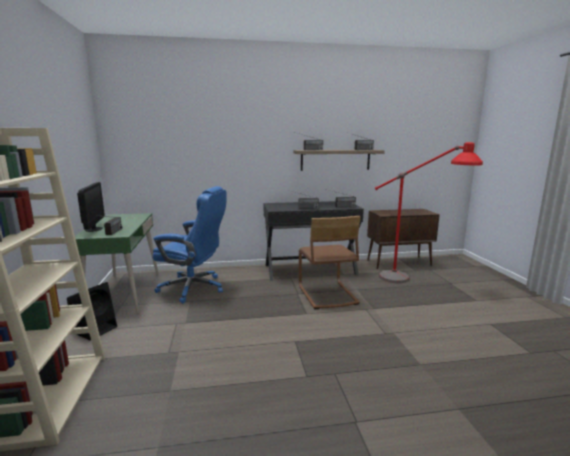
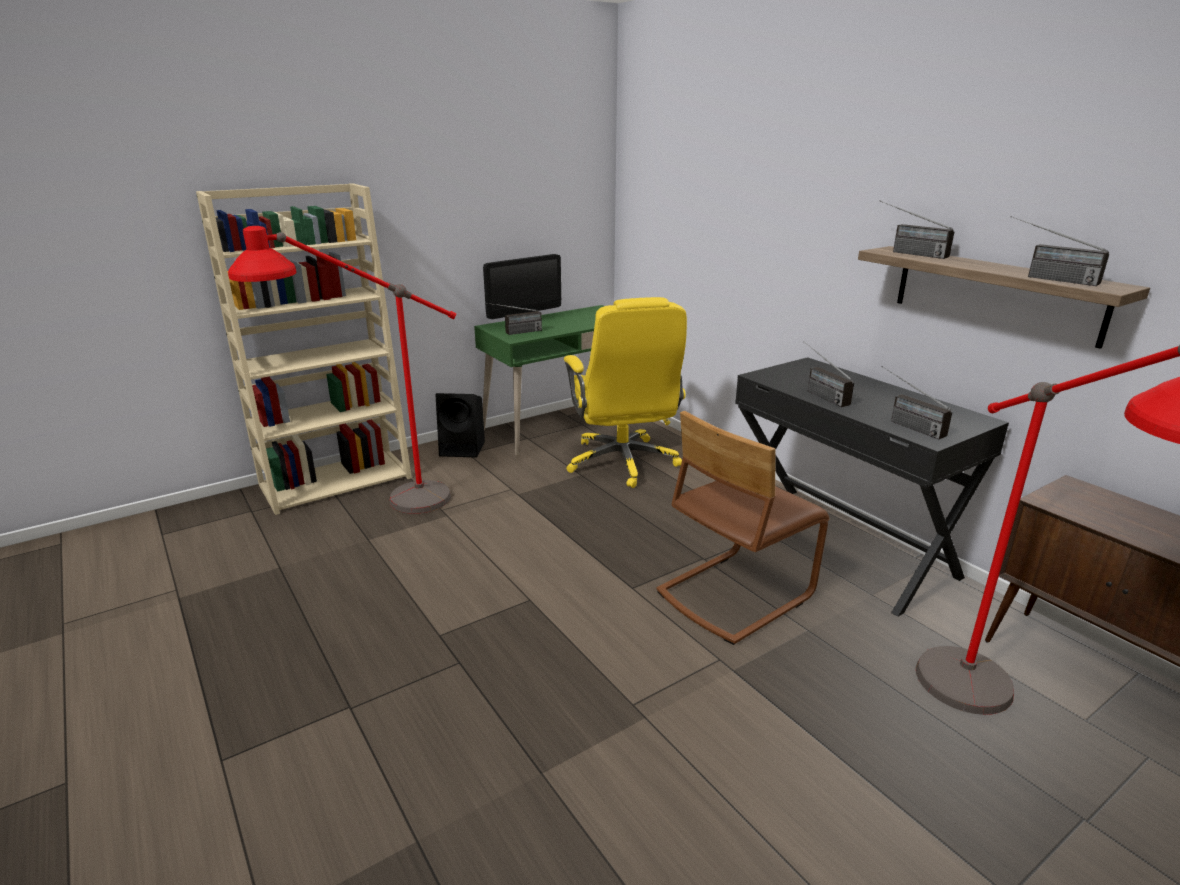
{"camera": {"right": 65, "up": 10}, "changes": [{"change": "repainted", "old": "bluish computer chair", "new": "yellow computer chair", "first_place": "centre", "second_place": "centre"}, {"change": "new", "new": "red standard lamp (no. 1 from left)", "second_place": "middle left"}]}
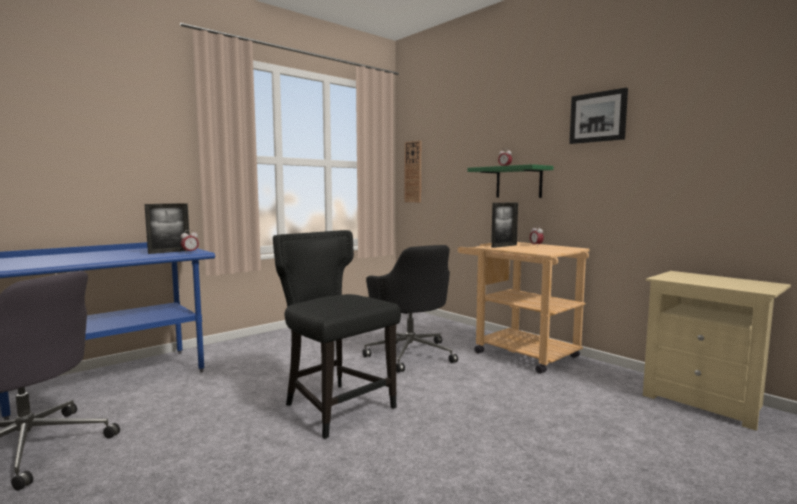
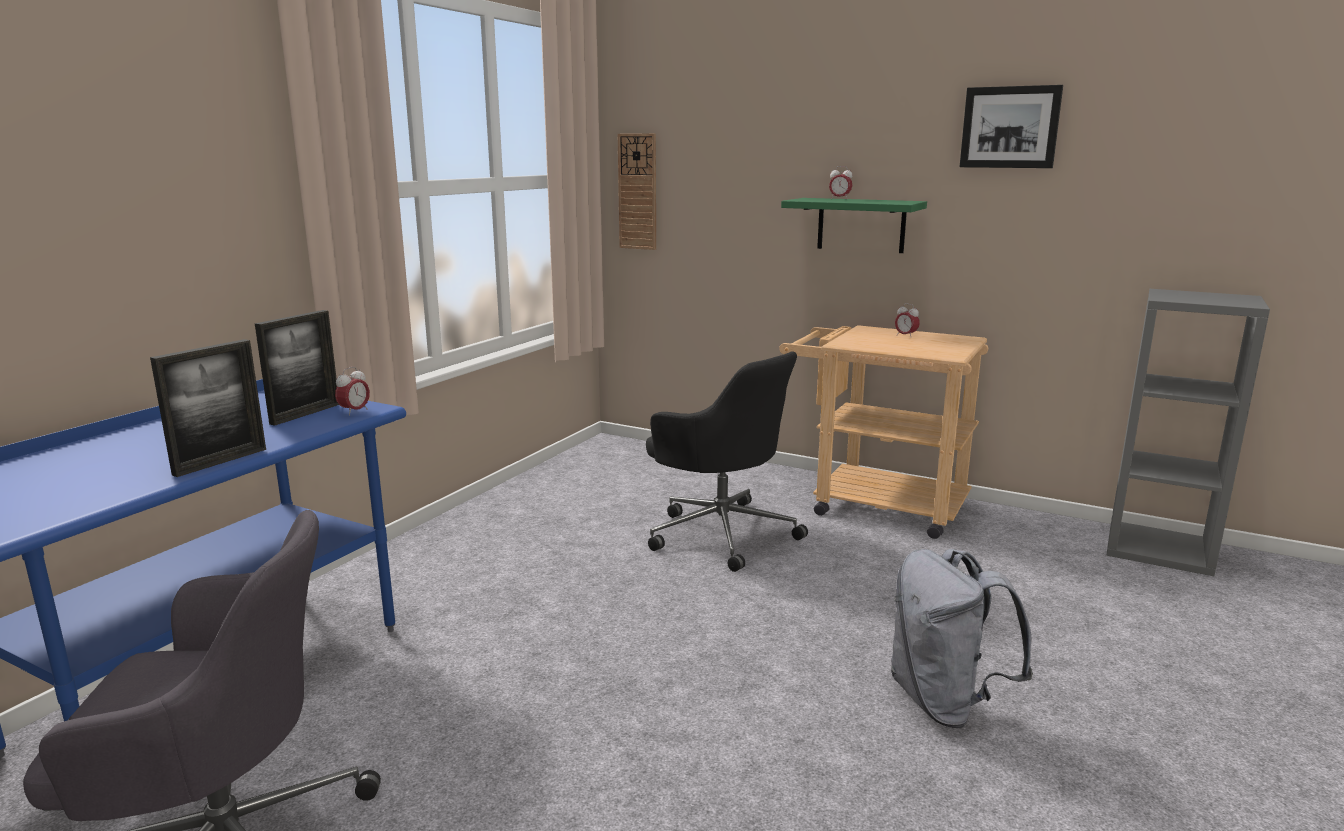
{"camera": {"right": -20, "up": 10}, "changes": [{"change": "gone", "old": "black-coloured chair", "first_place": "centre"}, {"change": "shifted", "old": "photo frame (no. 2 from left in the first image)", "new": "photo frame (no. 1 from left)", "first_place": "centre", "second_place": "middle left"}, {"change": "swapped", "old": "beige nightstand", "new": "greyish shelving unit", "first_place": "bottom right", "second_place": "middle right"}, {"change": "new", "new": "greyish backpack", "second_place": "bottom right"}]}
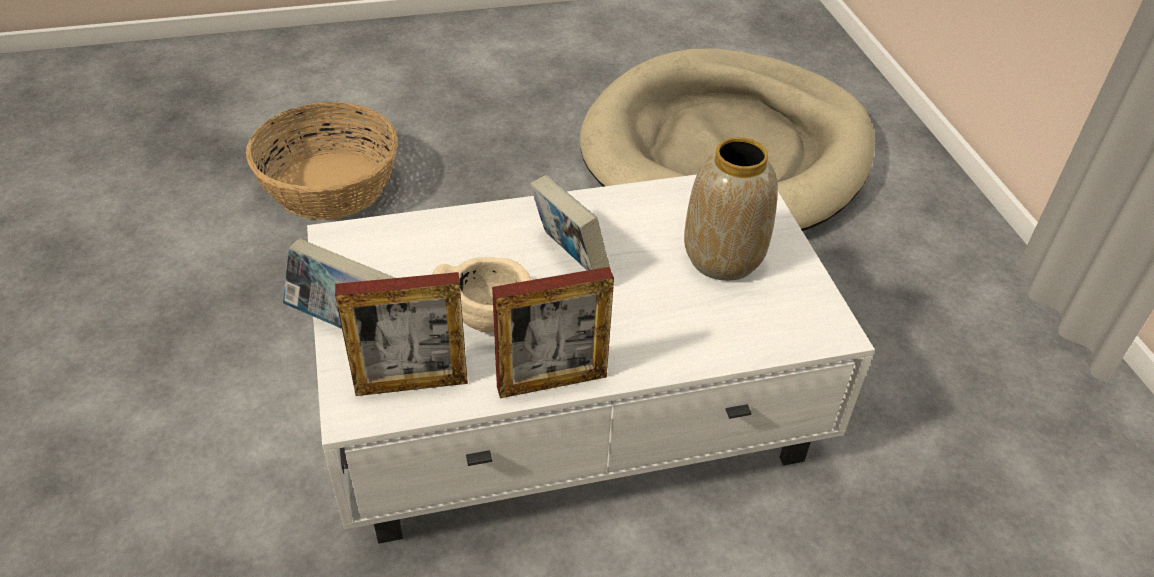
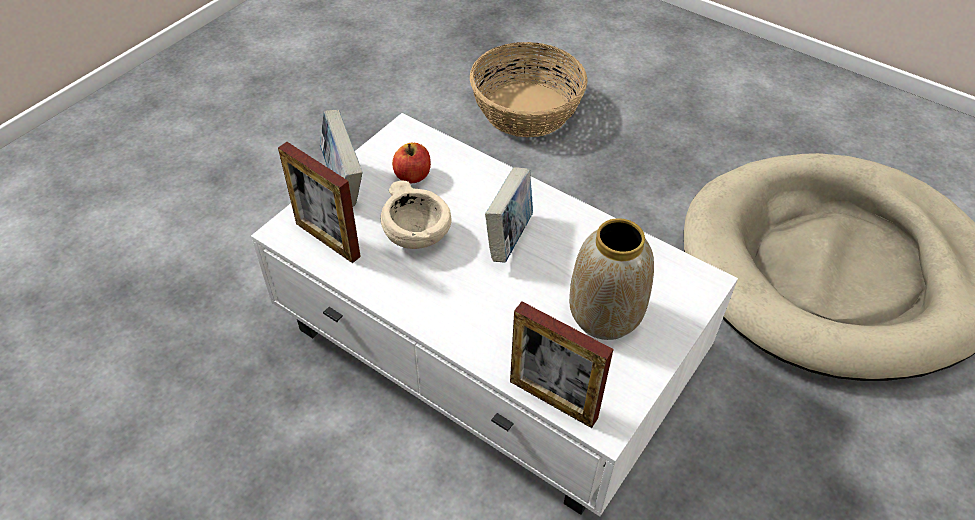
{"camera": {"right": 50, "up": 5}, "changes": [{"change": "shifted", "old": "photo frame (no. 2 from left)", "first_place": "centre", "second_place": "bottom centre"}, {"change": "new", "new": "apple fruit", "second_place": "top centre"}]}
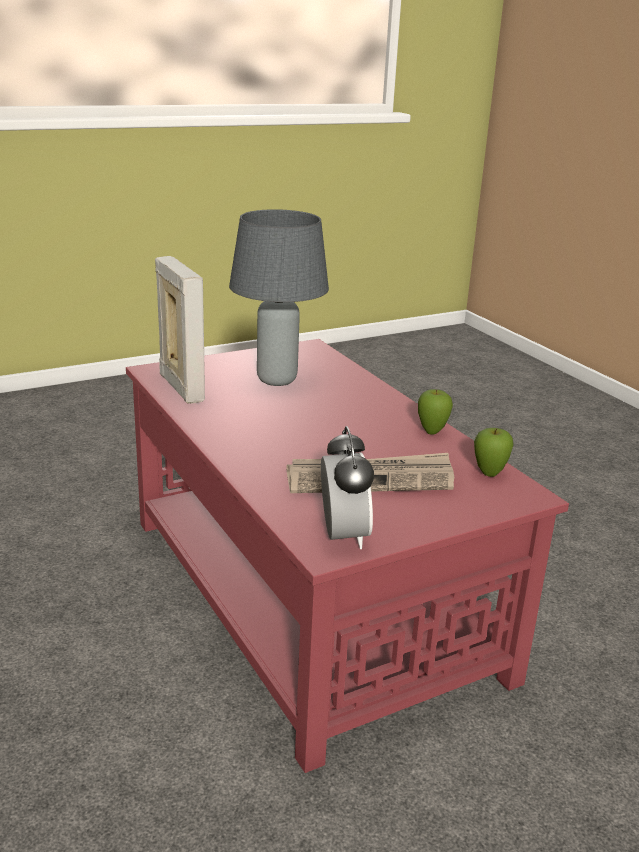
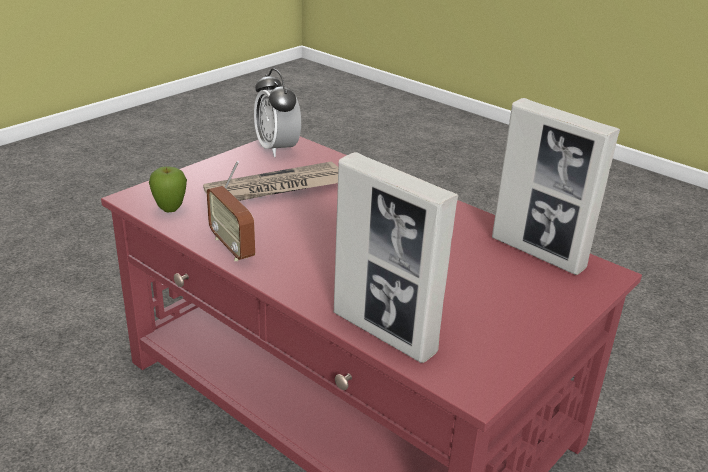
{"camera": {"right": 160, "up": 5}, "changes": [{"change": "gone", "old": "greyish tabletop lamp", "first_place": "centre"}, {"change": "swapped", "old": "apple fruit (no. 1 from left)", "new": "radio set", "first_place": "middle right", "second_place": "middle left"}, {"change": "new", "new": "photo frame (no. 1 from left)", "second_place": "centre"}]}
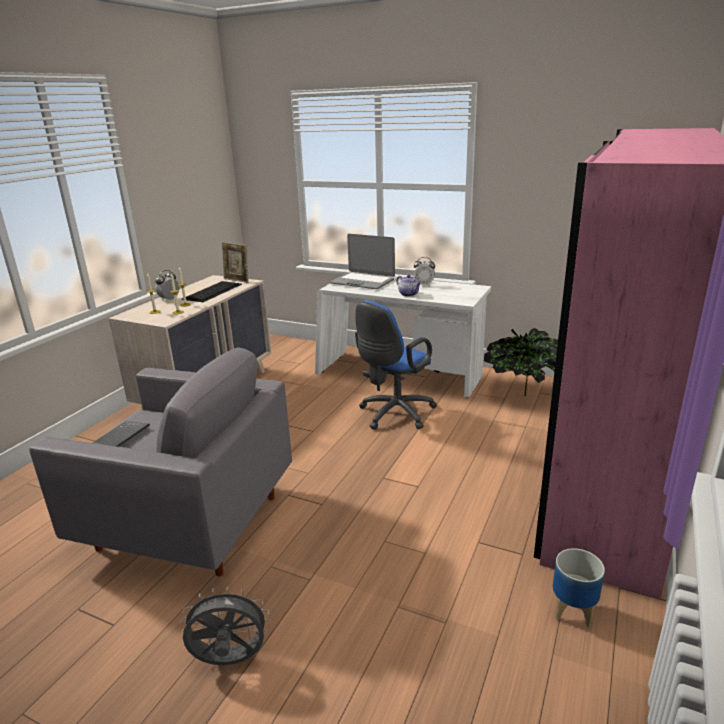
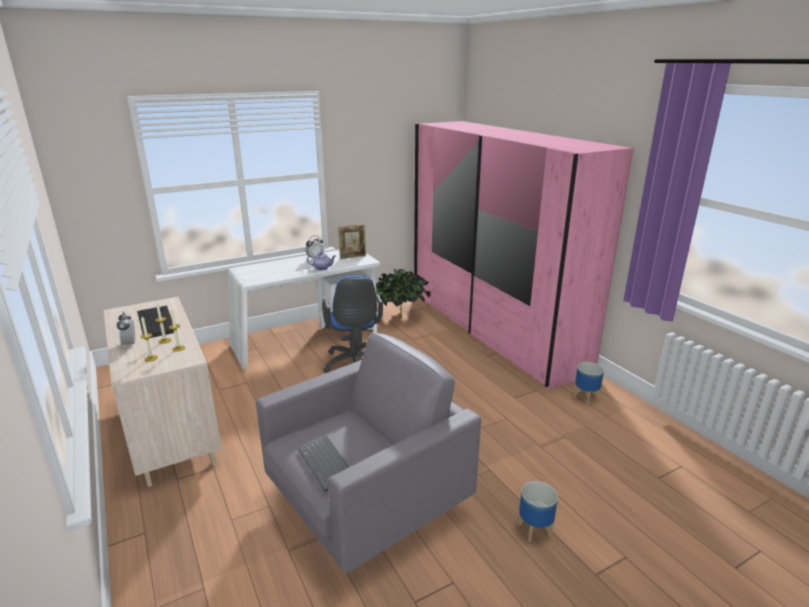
{"camera": {"right": -55, "up": 0}, "changes": [{"change": "swapped", "old": "greyish cooling fan", "new": "planter (no. 1 from left)", "first_place": "bottom left", "second_place": "bottom centre"}, {"change": "shifted", "old": "photo frame", "first_place": "middle left", "second_place": "centre"}, {"change": "gone", "old": "notebook computer", "first_place": "centre"}]}
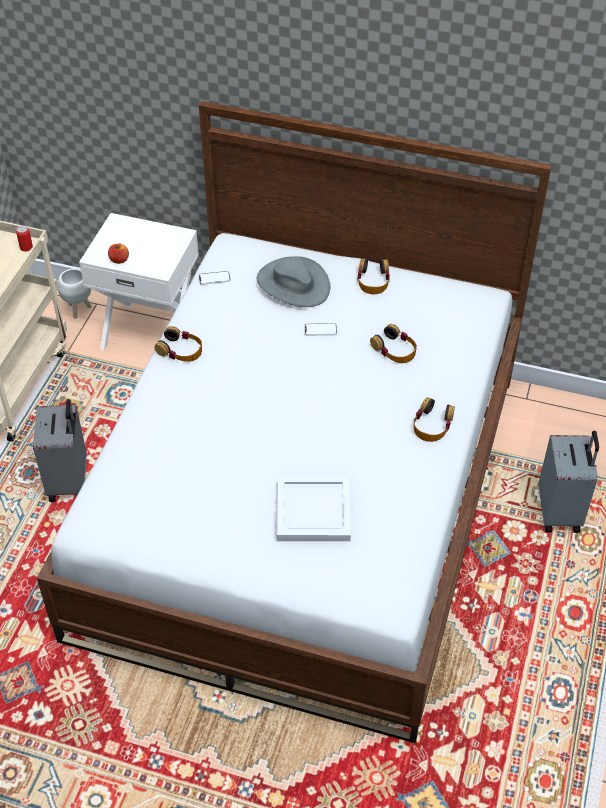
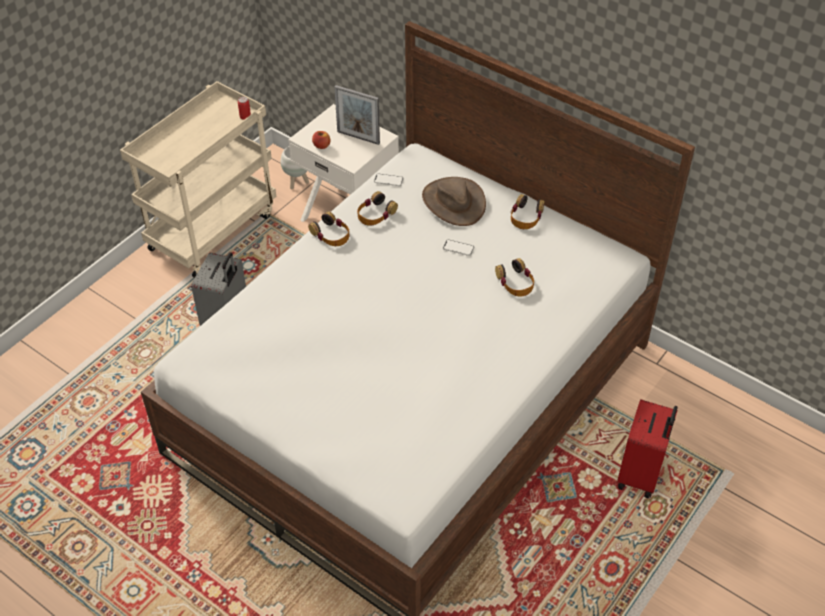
{"camera": {"right": 20, "up": 0}, "changes": [{"change": "repainted", "old": "greyish hat", "new": "brownish hat", "first_place": "centre", "second_place": "top centre"}, {"change": "gone", "old": "white-coloured tray", "first_place": "centre"}, {"change": "shifted", "old": "headset (no. 4 from left in the first image)", "new": "headset (no. 2 from left)", "first_place": "middle right", "second_place": "centre"}, {"change": "repainted", "old": "greyish suitcase (no. 2 from left)", "new": "red suitcase", "first_place": "middle right", "second_place": "bottom right"}, {"change": "new", "new": "photo frame", "second_place": "top centre"}]}
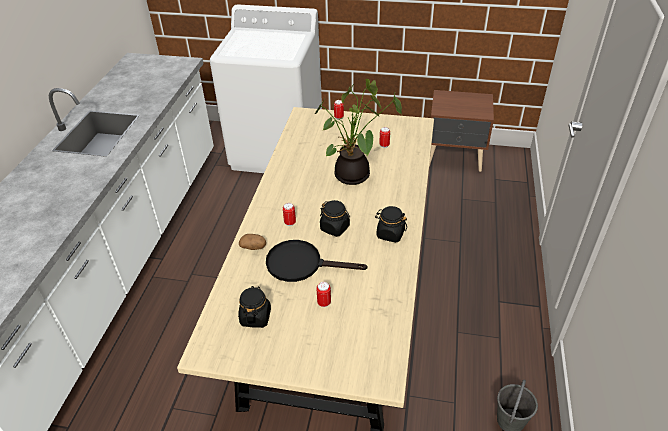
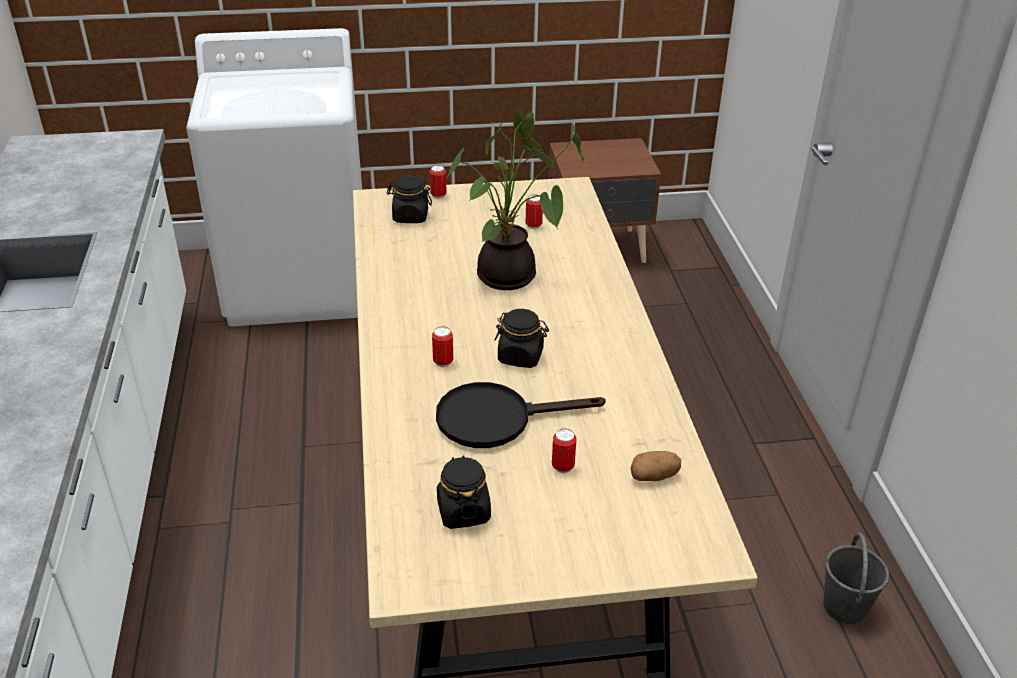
{"camera": {"right": -20, "up": -5}, "changes": [{"change": "shifted", "old": "whole potato", "first_place": "centre", "second_place": "bottom centre"}, {"change": "shifted", "old": "black-coloured jar (no. 3 from left in the first image)", "new": "black-coloured jar (no. 1 from left)", "first_place": "centre", "second_place": "top centre"}]}
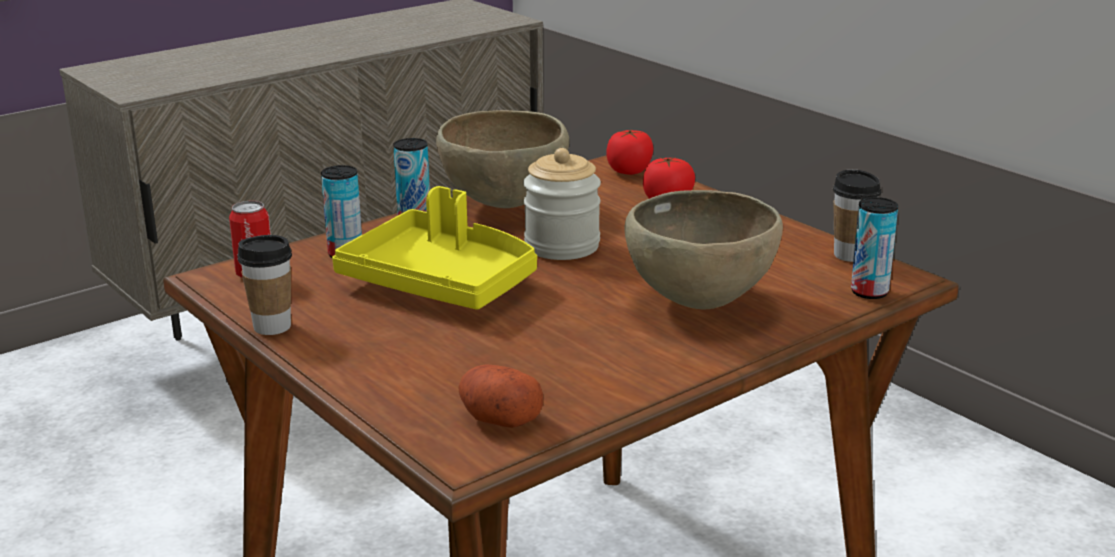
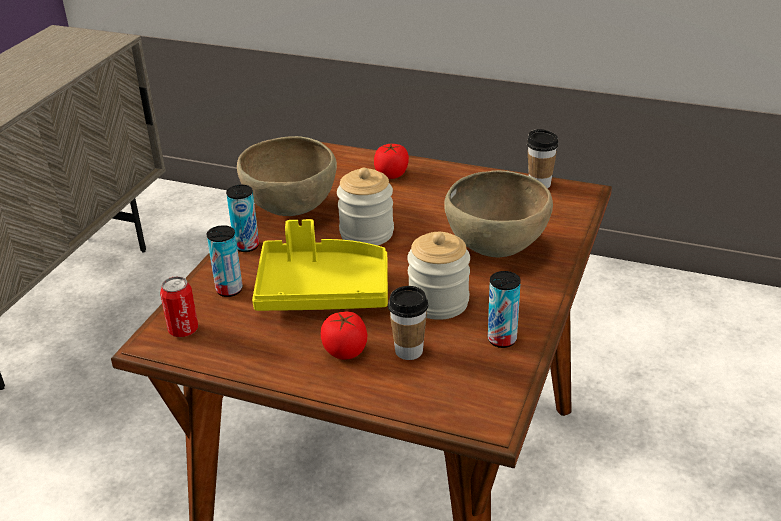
{"camera": {"right": -30, "up": 10}, "changes": [{"change": "shifted", "old": "cup (no. 1 from left)", "first_place": "middle left", "second_place": "centre"}, {"change": "gone", "old": "whole potato", "first_place": "bottom centre"}, {"change": "shifted", "old": "tomato (no. 1 from left)", "first_place": "top centre", "second_place": "centre"}, {"change": "shifted", "old": "sealed can (no. 4 from left)", "first_place": "middle right", "second_place": "centre"}, {"change": "new", "new": "jar (no. 2 from left)", "second_place": "centre"}]}
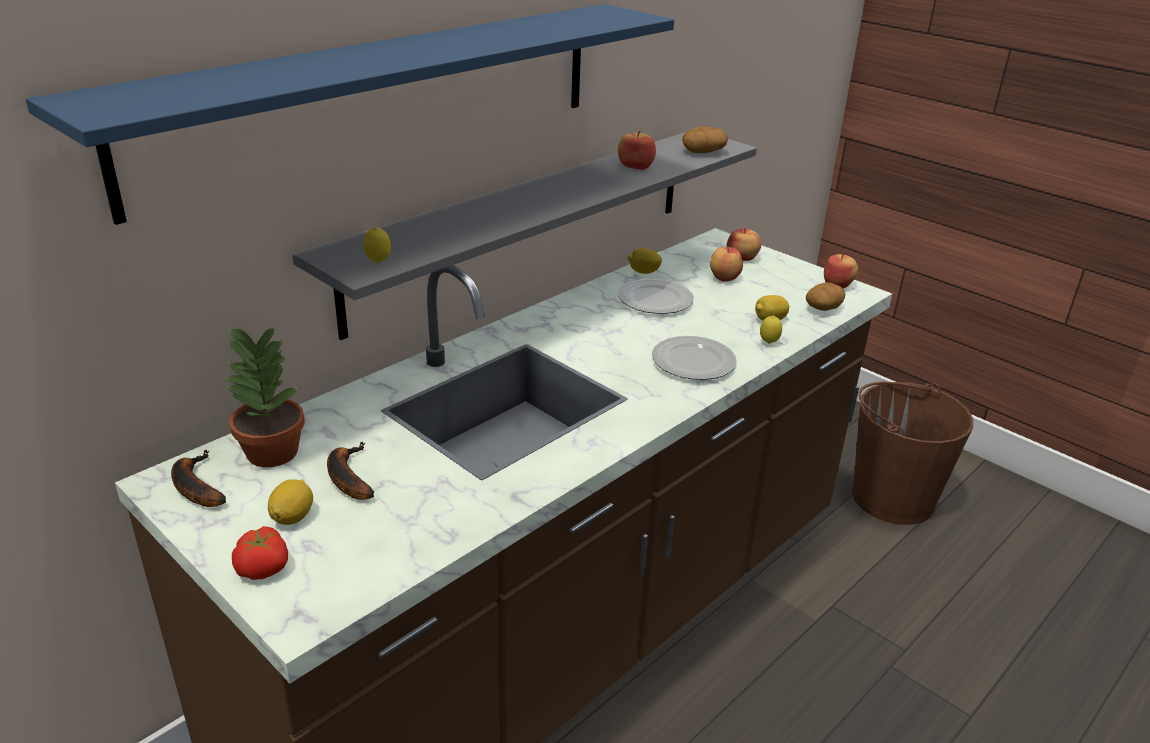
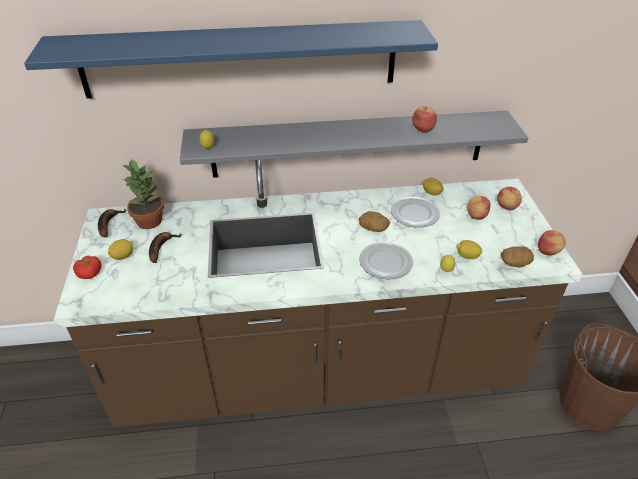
{"camera": {"right": 40, "up": 10}, "changes": [{"change": "shifted", "old": "whole potato (no. 1 from left)", "first_place": "top centre", "second_place": "centre"}]}
